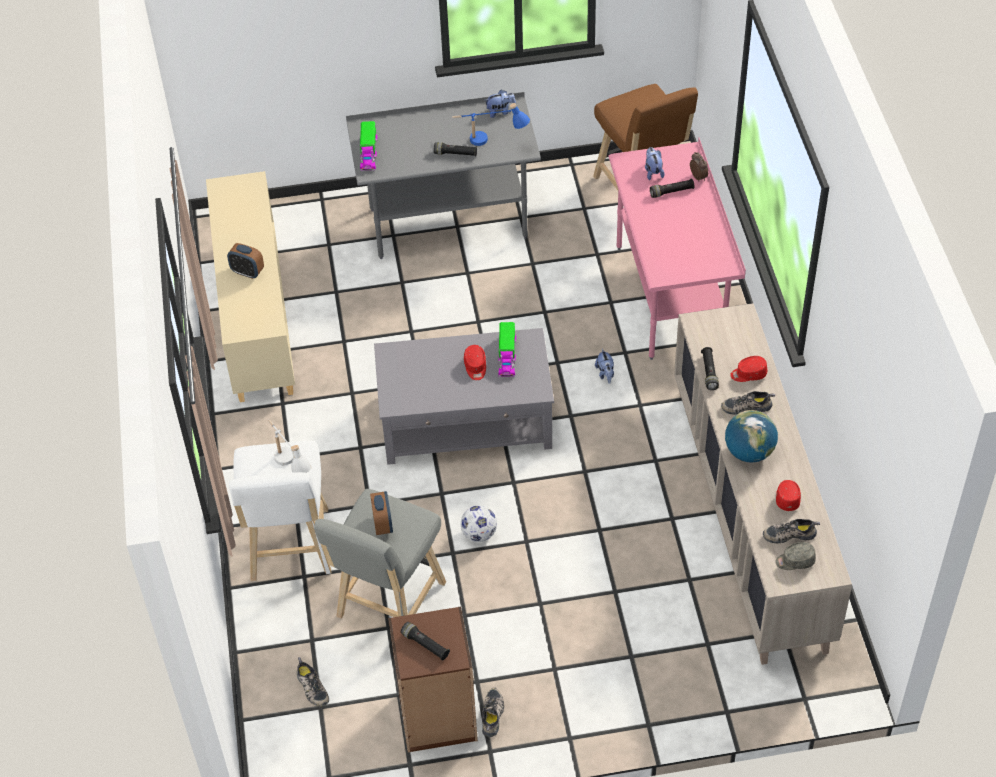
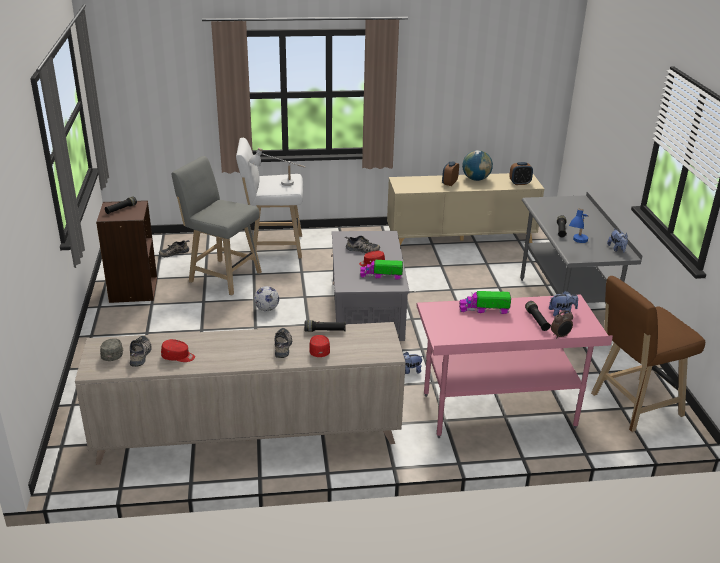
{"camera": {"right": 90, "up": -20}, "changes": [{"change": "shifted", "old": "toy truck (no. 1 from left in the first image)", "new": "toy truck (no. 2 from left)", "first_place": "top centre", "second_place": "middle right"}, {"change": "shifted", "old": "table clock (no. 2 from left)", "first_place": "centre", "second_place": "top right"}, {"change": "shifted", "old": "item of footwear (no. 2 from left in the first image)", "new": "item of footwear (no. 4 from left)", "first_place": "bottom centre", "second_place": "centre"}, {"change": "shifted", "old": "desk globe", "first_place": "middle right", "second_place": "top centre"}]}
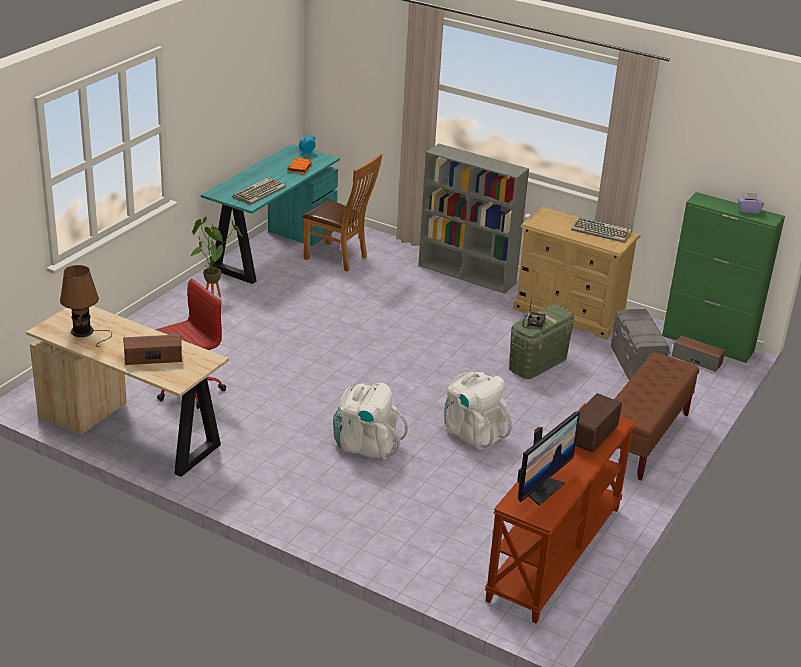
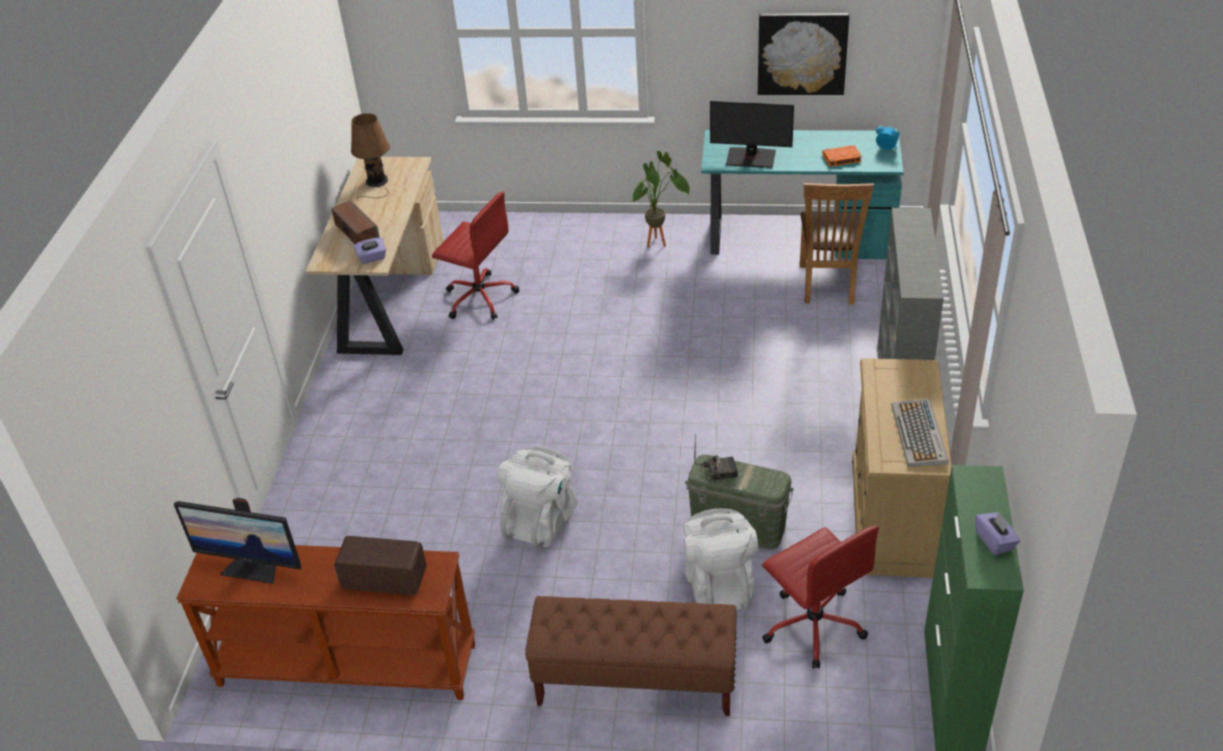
{"camera": {"right": 70, "up": 10}, "changes": [{"change": "swapped", "old": "computer keyboard (no. 1 from left)", "new": "monitor (no. 2 from left)", "first_place": "top left", "second_place": "top centre"}, {"change": "shifted", "old": "white-coloured backpack (no. 1 from left in the first image)", "new": "white-coloured backpack (no. 2 from left)", "first_place": "centre", "second_place": "bottom centre"}, {"change": "swapped", "old": "greyish storage container", "new": "red computer chair (no. 2 from left)", "first_place": "middle right", "second_place": "bottom right"}, {"change": "gone", "old": "speaker (no. 2 from left)", "first_place": "middle right"}, {"change": "new", "new": "purplish tissue holder (no. 1 from left)", "second_place": "middle left"}, {"change": "new", "new": "picture", "second_place": "top centre"}]}
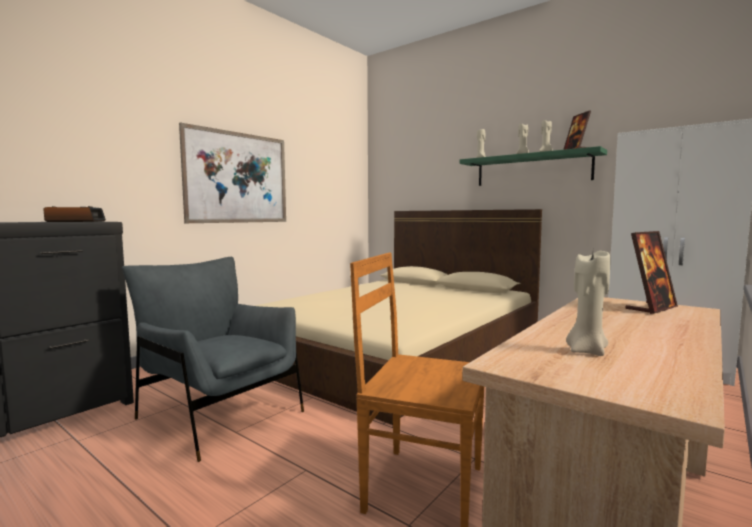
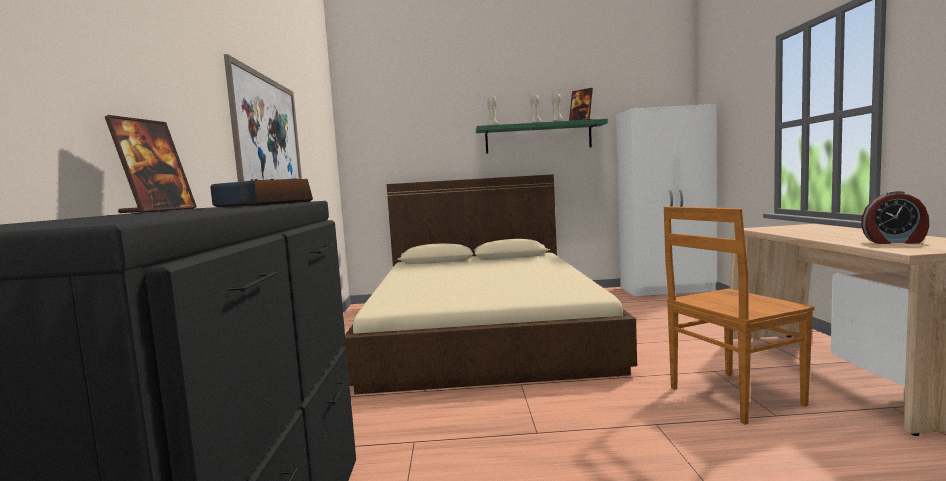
{"camera": {"right": -40, "up": 0}, "changes": [{"change": "gone", "old": "greyish lounge chair", "first_place": "bottom left"}, {"change": "swapped", "old": "beige wax candle (no. 4 from left)", "new": "table clock (no. 2 from left)", "first_place": "middle right", "second_place": "middle right"}, {"change": "shifted", "old": "photo frame (no. 2 from left in the first image)", "new": "photo frame (no. 1 from left)", "first_place": "middle right", "second_place": "middle left"}]}
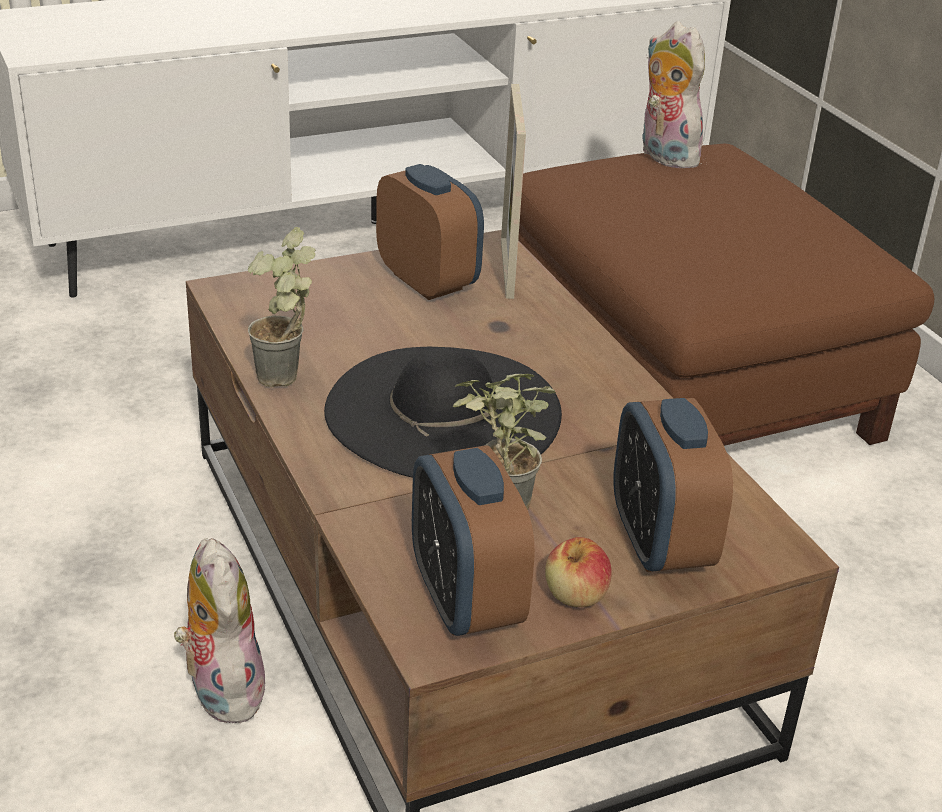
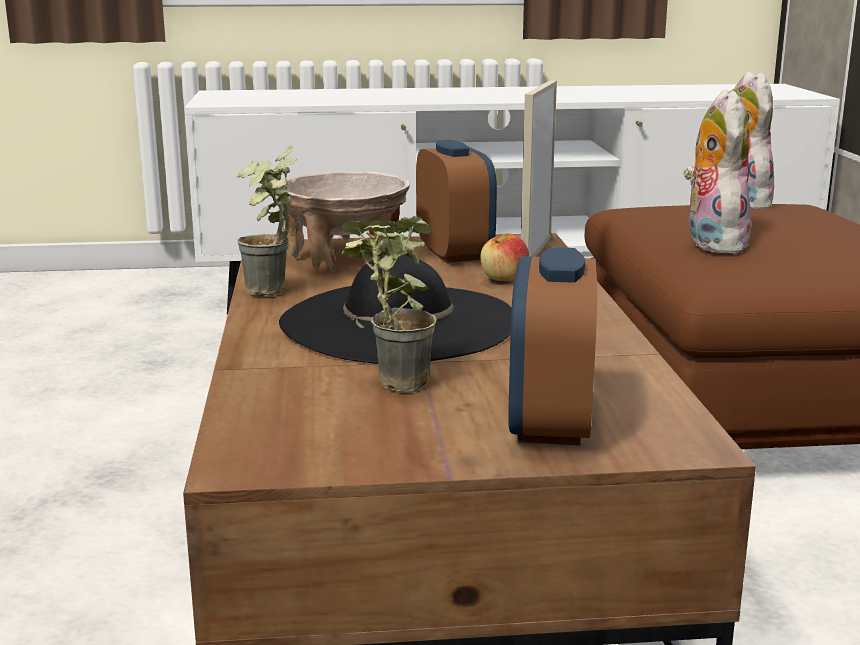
{"camera": {"right": 20, "up": -15}, "changes": [{"change": "shifted", "old": "soft toy (no. 1 from left)", "first_place": "bottom left", "second_place": "top right"}, {"change": "gone", "old": "table clock (no. 2 from left)", "first_place": "centre"}, {"change": "shifted", "old": "apple fruit", "first_place": "bottom centre", "second_place": "centre"}, {"change": "new", "new": "beige serving bowl", "second_place": "centre"}]}
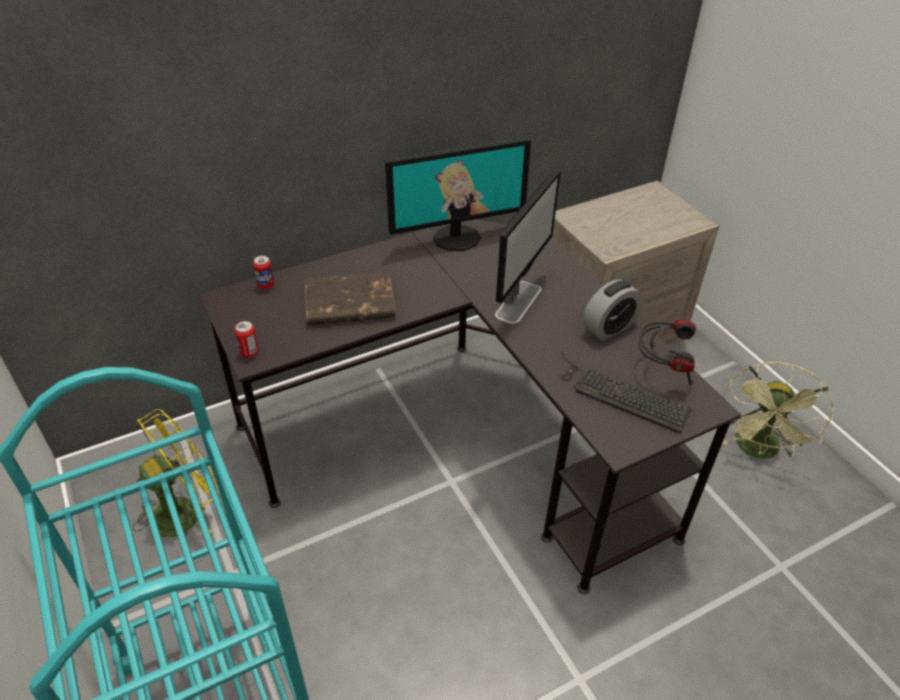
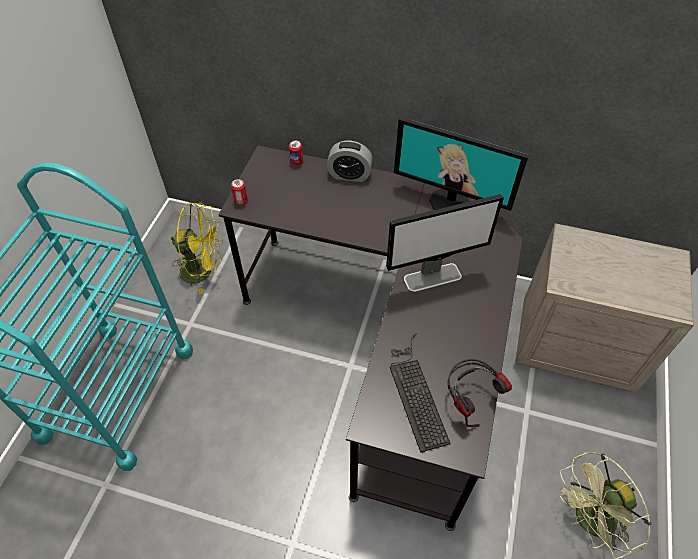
{"camera": {"right": 45, "up": 10}, "changes": [{"change": "gone", "old": "brownish bound book", "first_place": "centre"}, {"change": "shifted", "old": "table clock", "first_place": "middle right", "second_place": "top centre"}]}
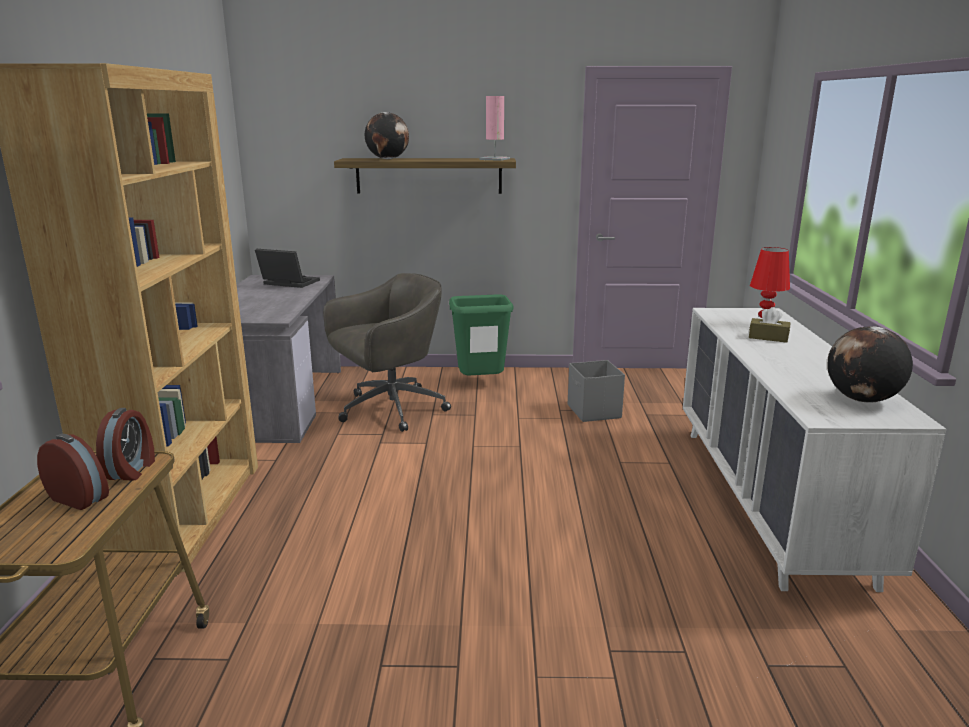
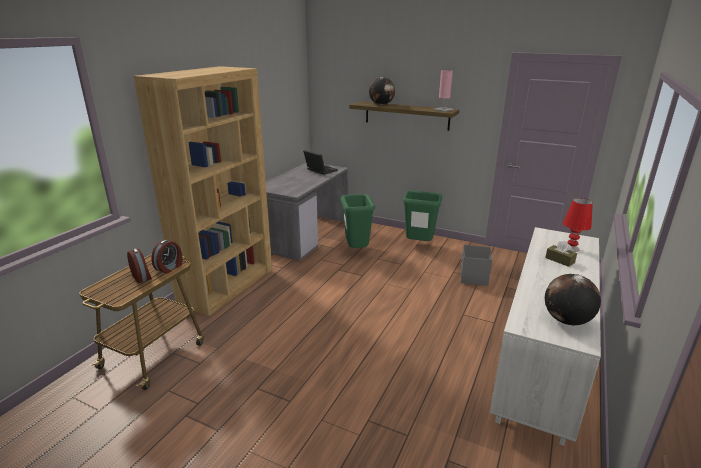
{"camera": {"right": 25, "up": 5}, "changes": [{"change": "swapped", "old": "greyish computer chair", "new": "green trash can (no. 1 from left)", "first_place": "centre", "second_place": "centre"}]}
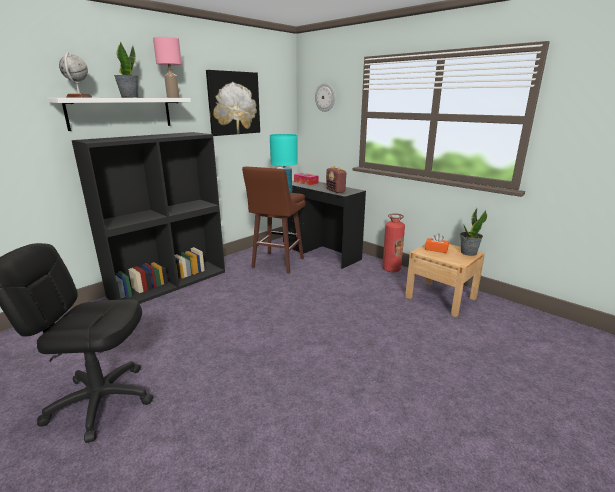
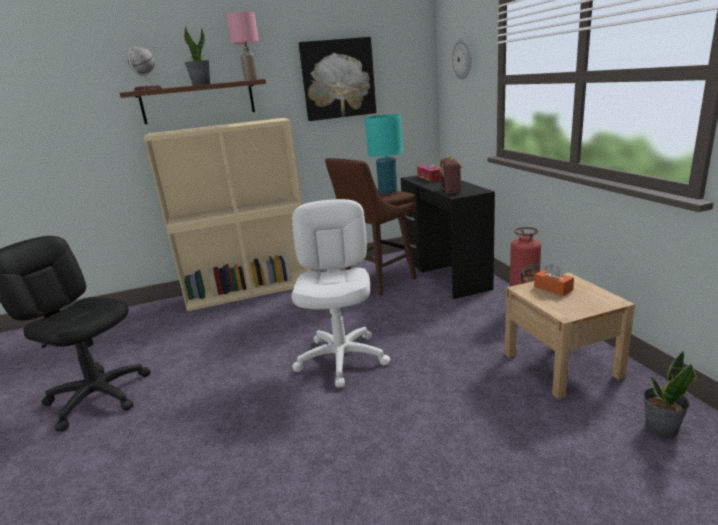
{"camera": {"right": 30, "up": 0}, "changes": [{"change": "repainted", "old": "white-coloured bracket shelf", "new": "brownish bracket shelf", "first_place": "top left", "second_place": "top left"}, {"change": "repainted", "old": "black-coloured shelving unit", "new": "beige shelving unit", "first_place": "middle left", "second_place": "middle left"}, {"change": "shifted", "old": "potted plant (no. 2 from left)", "first_place": "middle right", "second_place": "bottom right"}, {"change": "new", "new": "white-coloured computer chair", "second_place": "centre"}]}
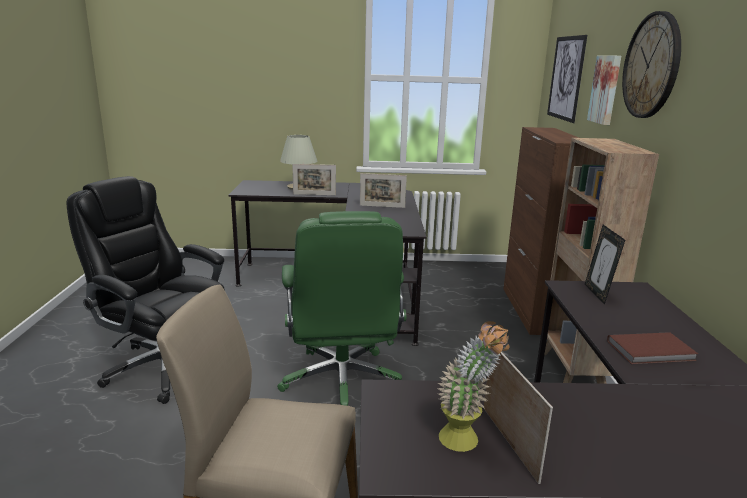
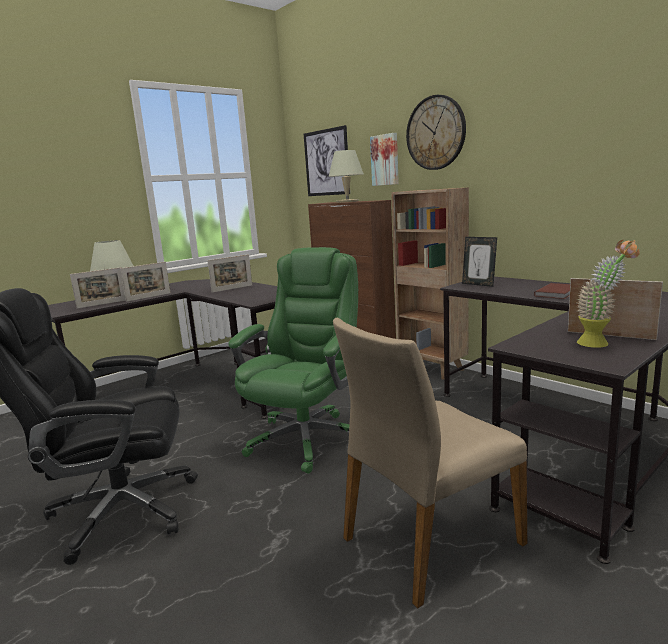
{"camera": {"right": -40, "up": -5}, "changes": [{"change": "rotated", "old": "green computer chair", "first_place": "centre", "second_place": "centre", "degrees": -105}, {"change": "new", "new": "photo frame (no. 1 from left)", "second_place": "middle left"}, {"change": "new", "new": "beige tabletop lamp (no. 2 from left)", "second_place": "top centre"}]}
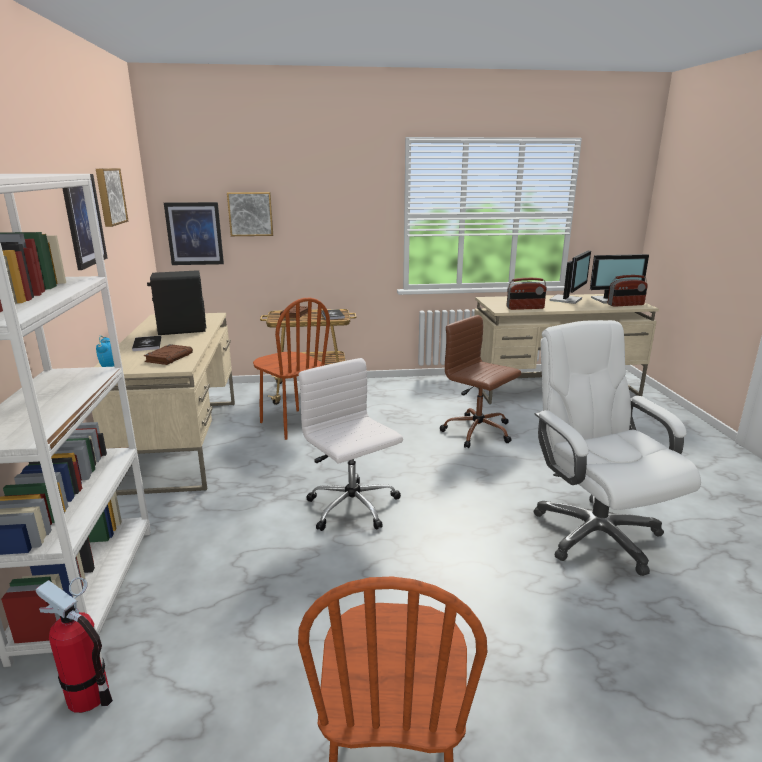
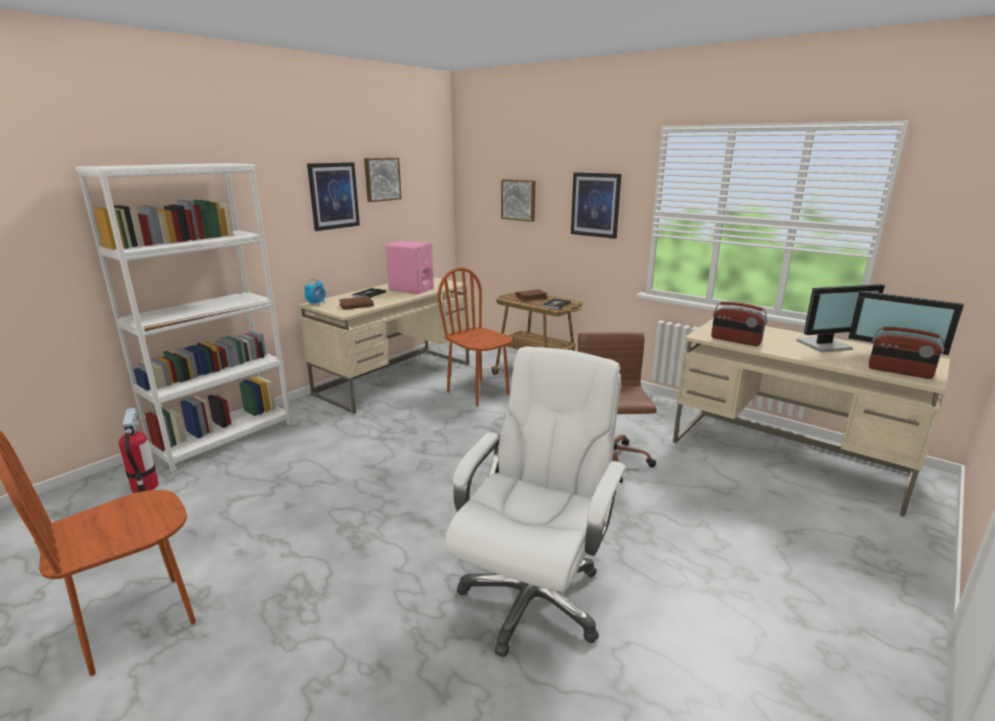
{"camera": {"right": 45, "up": 0}, "changes": [{"change": "repainted", "old": "black-coloured speaker", "new": "pink-coloured speaker", "first_place": "middle left", "second_place": "centre"}, {"change": "shifted", "old": "picture (no. 3 from left in the first image)", "new": "picture (no. 4 from left)", "first_place": "top left", "second_place": "top centre"}, {"change": "rotated", "old": "brownish chair (no. 1 from left in the first image)", "first_place": "centre", "second_place": "centre", "degrees": 135}, {"change": "gone", "old": "white-coloured computer chair (no. 1 from left)", "first_place": "centre"}]}
